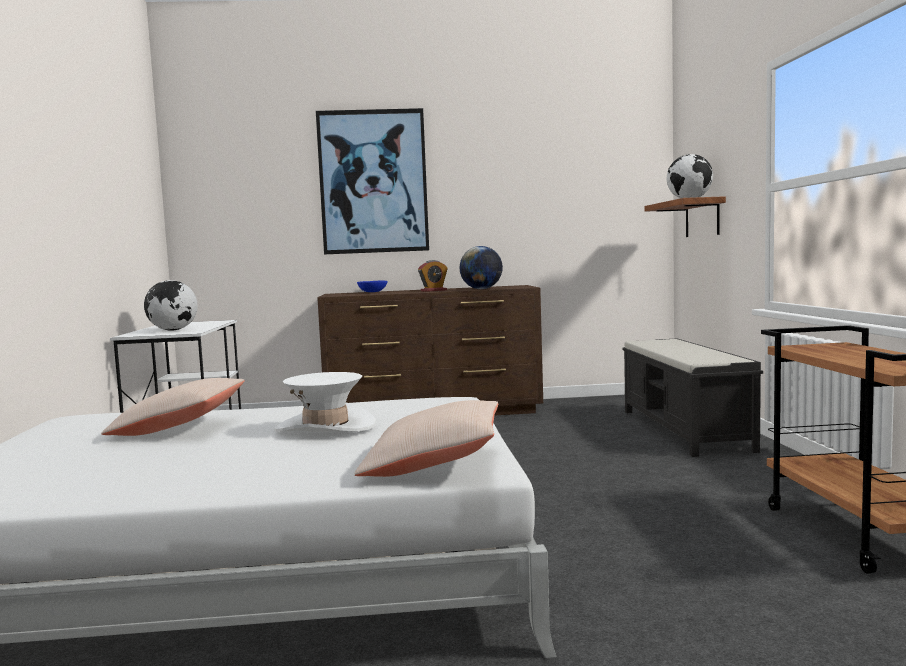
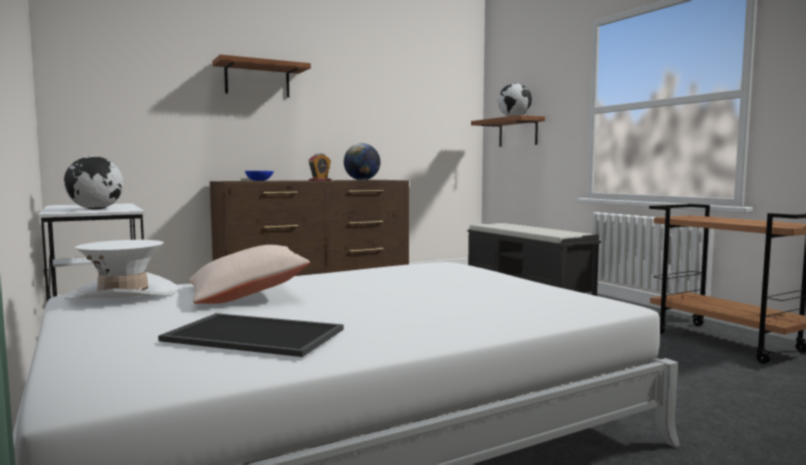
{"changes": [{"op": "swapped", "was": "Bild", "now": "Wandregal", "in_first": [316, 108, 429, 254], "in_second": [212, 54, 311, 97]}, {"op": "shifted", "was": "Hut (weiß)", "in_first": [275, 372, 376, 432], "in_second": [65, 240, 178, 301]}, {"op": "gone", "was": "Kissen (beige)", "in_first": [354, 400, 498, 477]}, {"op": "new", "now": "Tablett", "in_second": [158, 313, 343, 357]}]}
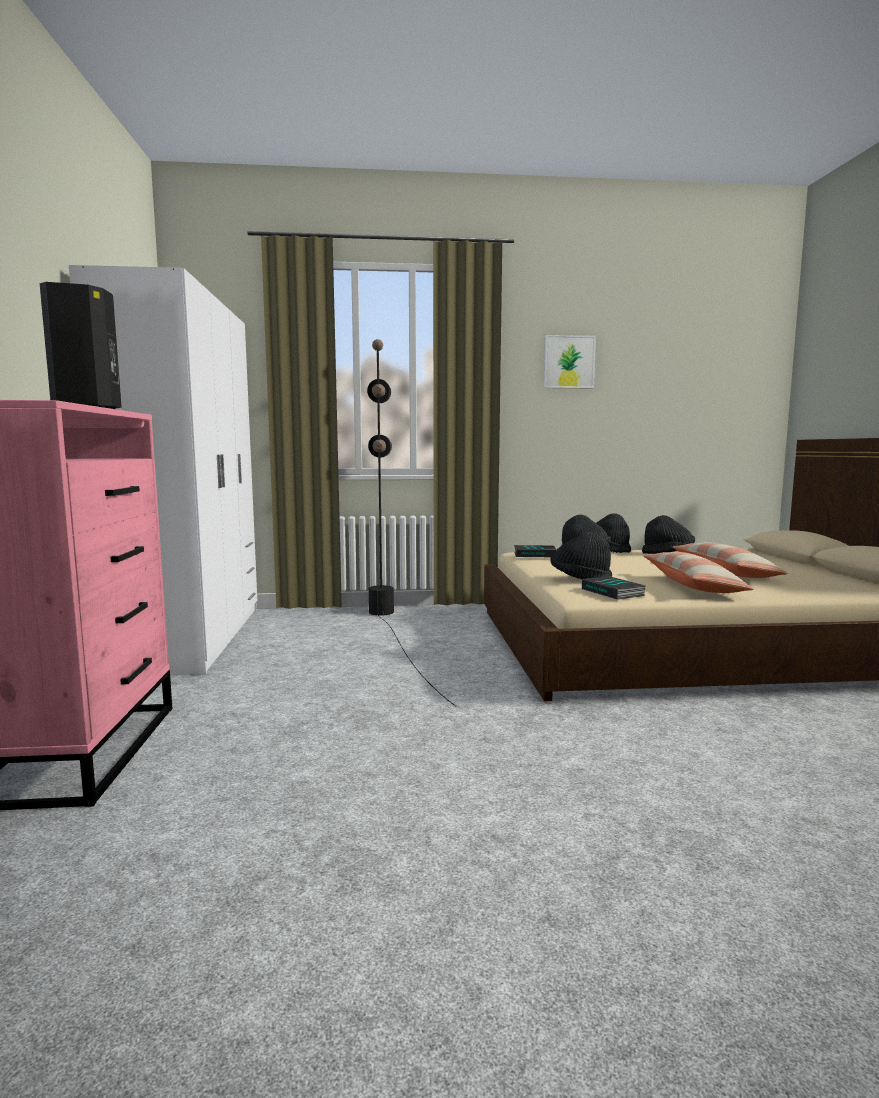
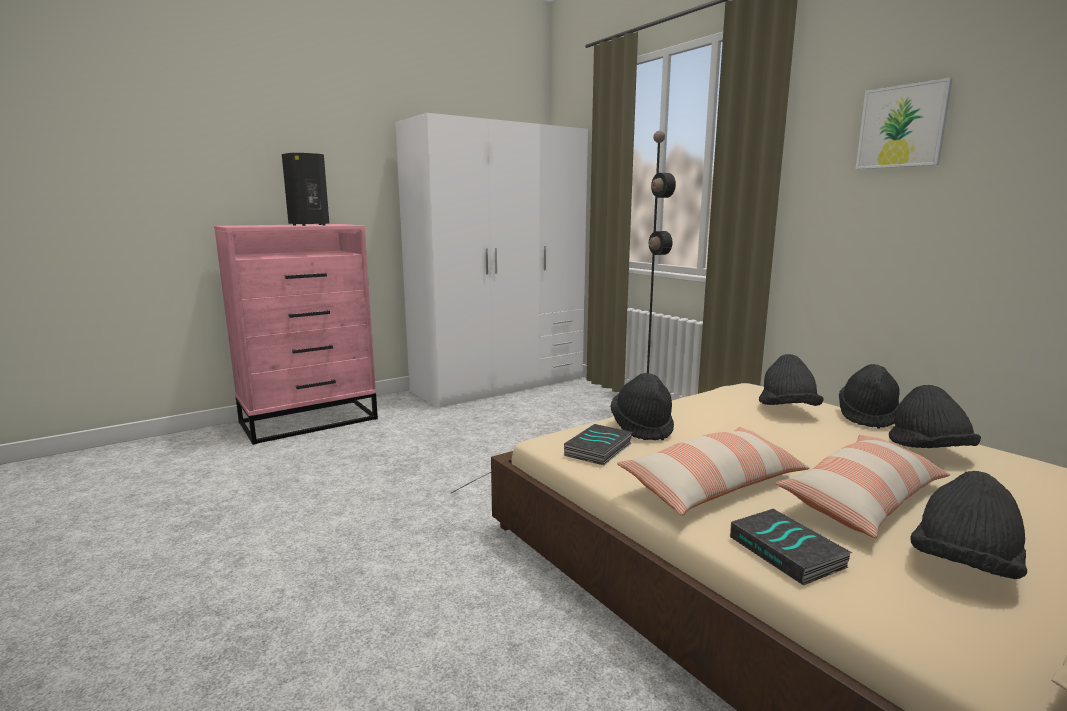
{"changes": [{"op": "shifted", "was": "Buch", "in_first": [514, 545, 556, 557], "in_second": [730, 509, 852, 586]}, {"op": "new", "now": "Hut (schwarz)", "in_second": [910, 471, 1027, 579]}]}
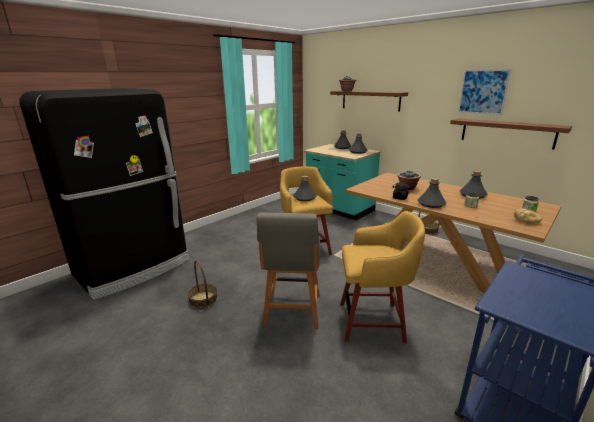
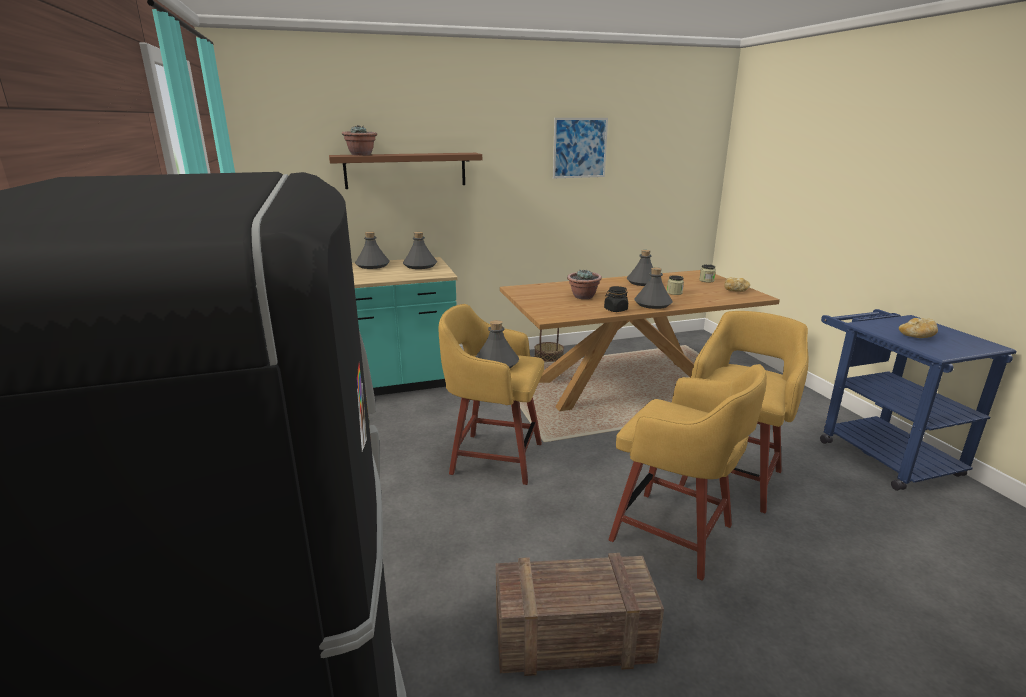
{"changes": [{"op": "gone", "was": "Wandregal (braun)", "in_first": [450, 118, 572, 149]}, {"op": "swapped", "was": "Stuhl (grau)", "now": "Hocker (gelb)", "in_first": [257, 213, 320, 329], "in_second": [608, 364, 767, 581]}, {"op": "swapped", "was": "Korb", "now": "Kiste", "in_first": [188, 260, 218, 309], "in_second": [496, 553, 664, 676]}, {"op": "new", "now": "Brot", "in_second": [899, 318, 938, 338]}]}
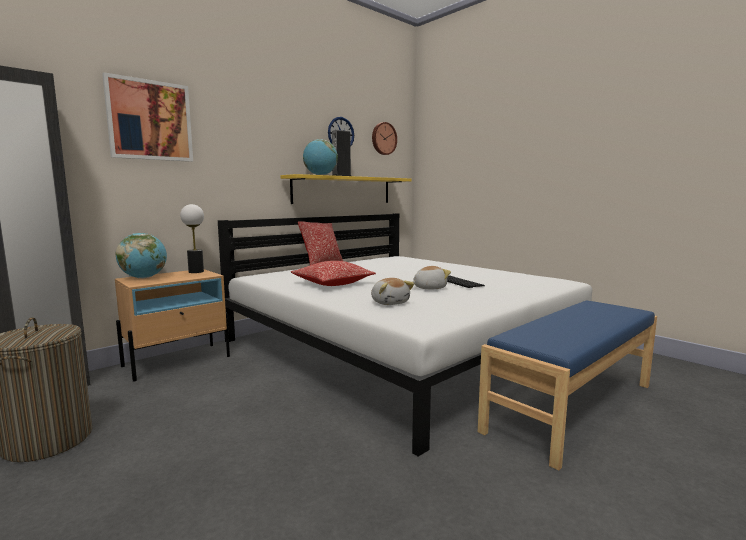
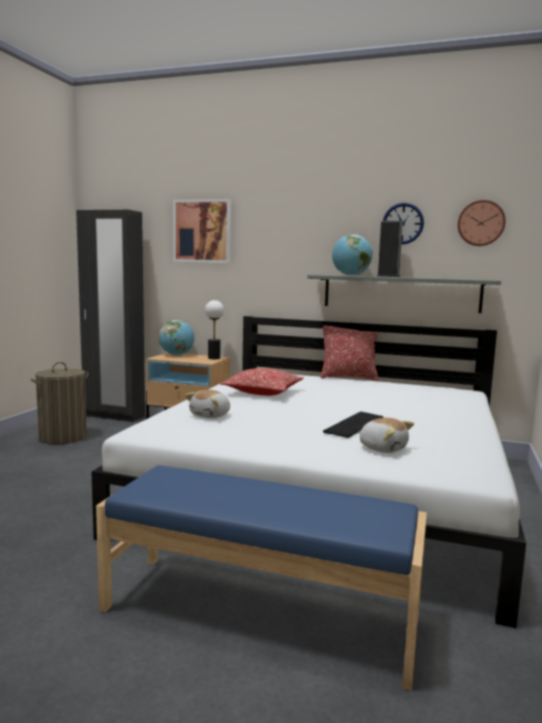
{"changes": [{"op": "repainted", "was": "Wandregal (gelb)", "now": "Wandregal (grau)", "in_first": [281, 174, 412, 204], "in_second": [307, 275, 501, 313]}, {"op": "shifted", "was": "Plüschtier", "in_first": [412, 266, 451, 289], "in_second": [358, 418, 414, 453]}]}
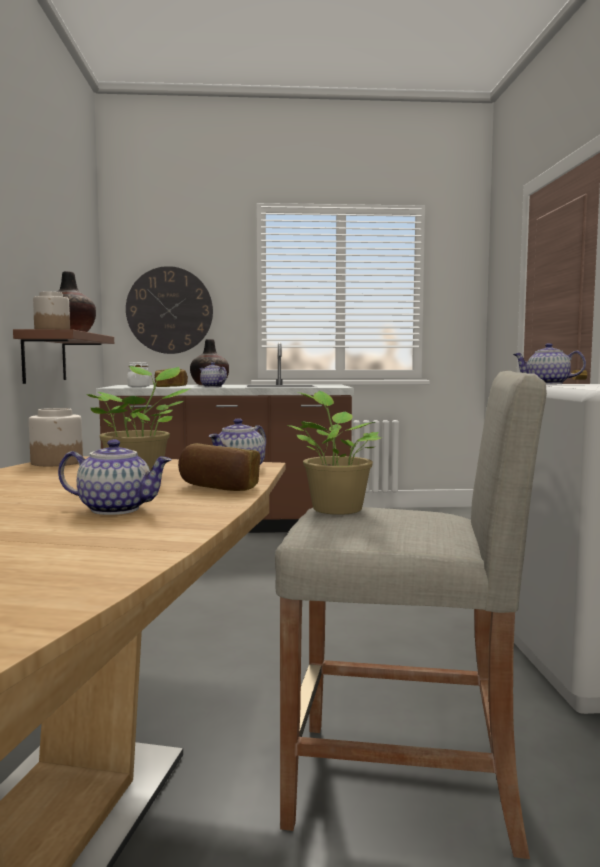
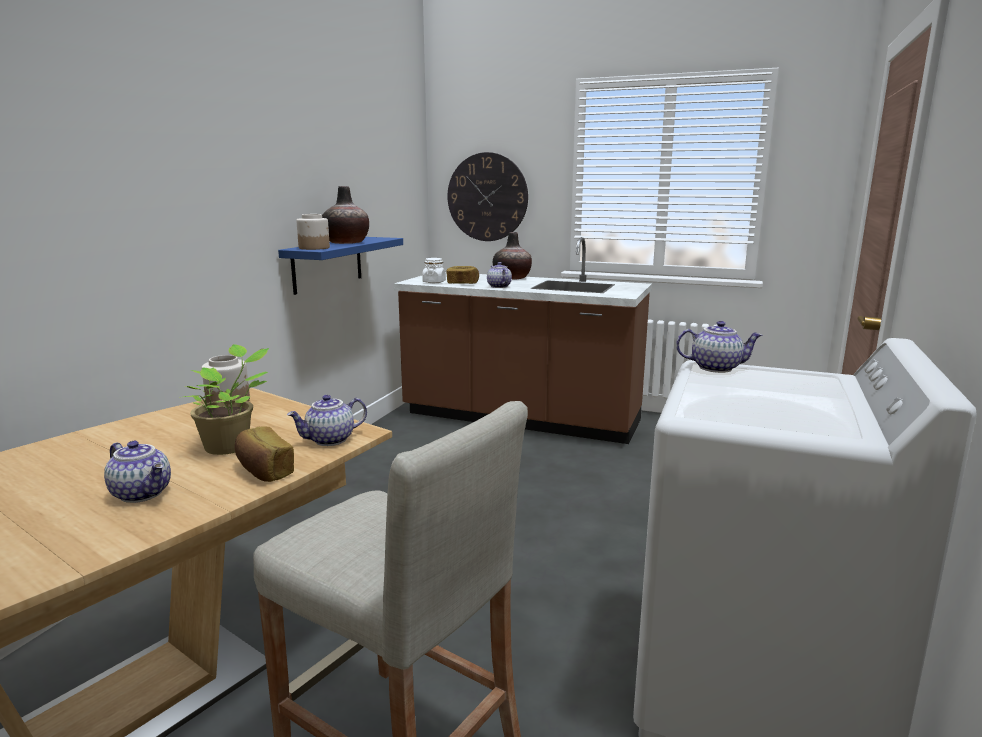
{"changes": [{"op": "repainted", "was": "Wandregal (braun)", "now": "Wandregal (blau)", "in_first": [13, 329, 114, 384], "in_second": [278, 237, 403, 295]}, {"op": "rotated", "was": "Teekanne", "in_first": [513, 343, 586, 385], "in_second": [676, 321, 763, 373], "clockwise": 135}, {"op": "gone", "was": "Topfpflanze", "in_first": [287, 391, 381, 515]}]}
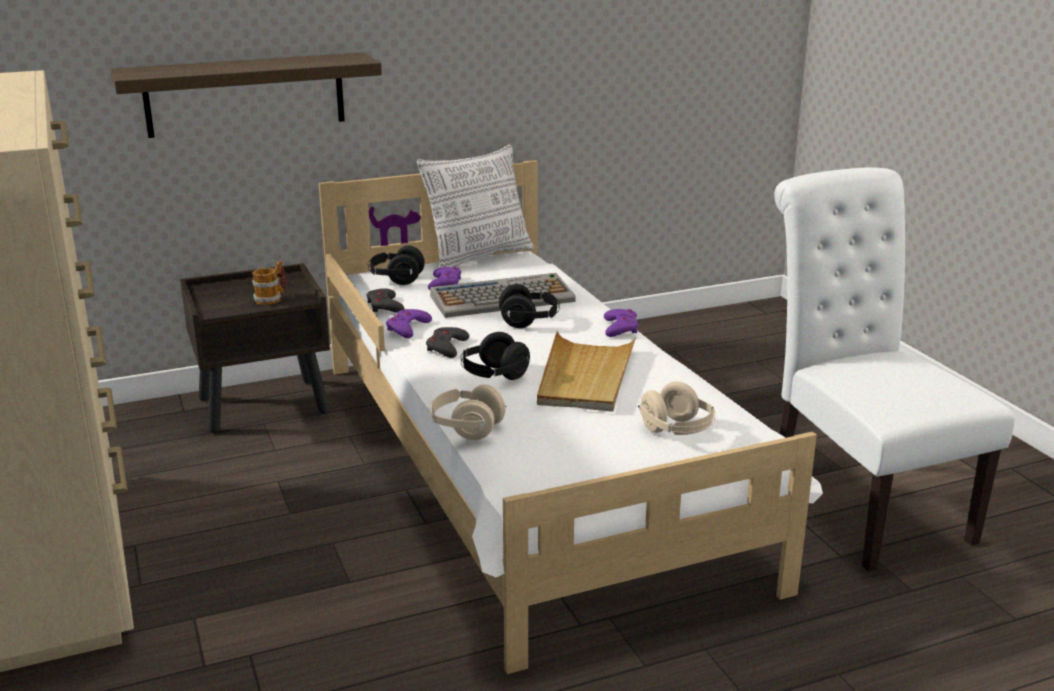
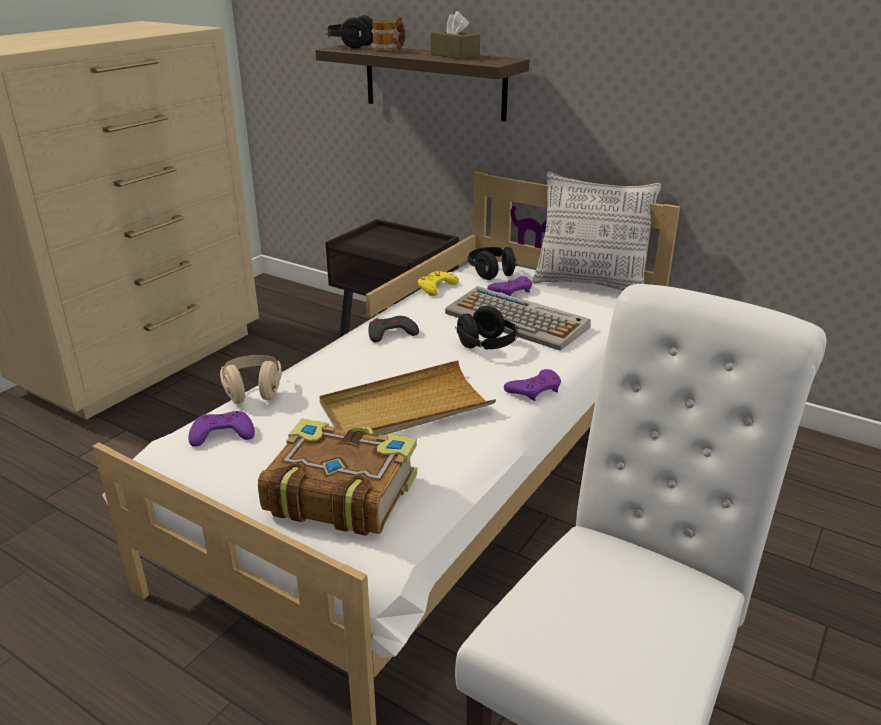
{"changes": [{"op": "shifted", "was": "Henkelbecher", "in_first": [252, 261, 287, 305], "in_second": [371, 16, 406, 52]}, {"op": "repainted", "was": "Gamepad (grau)", "now": "Gamepad (gelb)", "in_first": [367, 288, 404, 313], "in_second": [417, 271, 459, 296]}, {"op": "shifted", "was": "Gamepad (lila)", "in_first": [386, 309, 432, 338], "in_second": [188, 411, 255, 447]}, {"op": "shifted", "was": "Kopfhörer (schwarz)", "in_first": [460, 332, 530, 380], "in_second": [326, 15, 373, 48]}, {"op": "swapped", "was": "Kopfhörer (beige)", "now": "Buch", "in_first": [638, 381, 715, 435], "in_second": [258, 419, 417, 536]}, {"op": "new", "now": "Taschentuchbox (braun)", "in_second": [431, 11, 480, 60]}]}
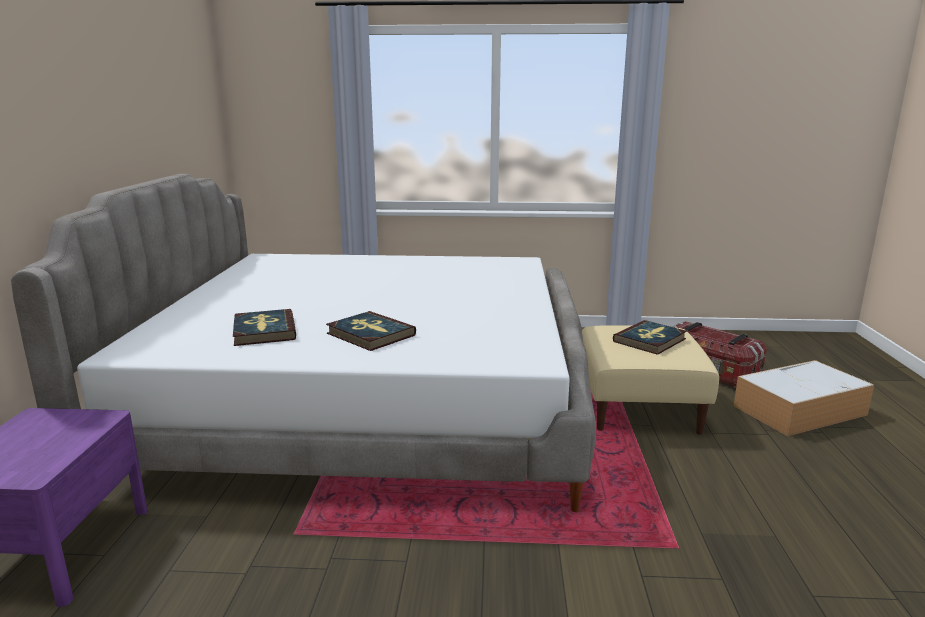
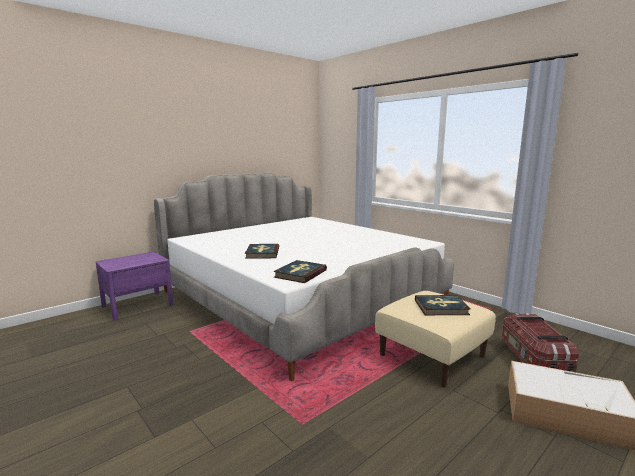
{"changes": [{"op": "shifted", "was": "Buch", "in_first": [233, 309, 296, 346], "in_second": [274, 260, 327, 283]}]}
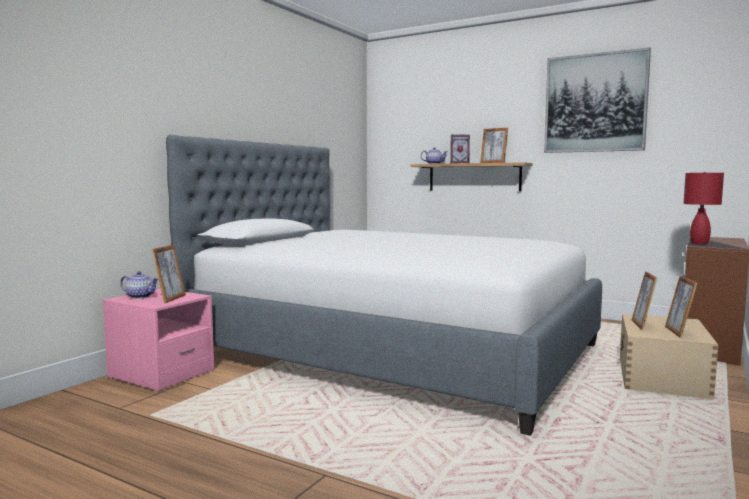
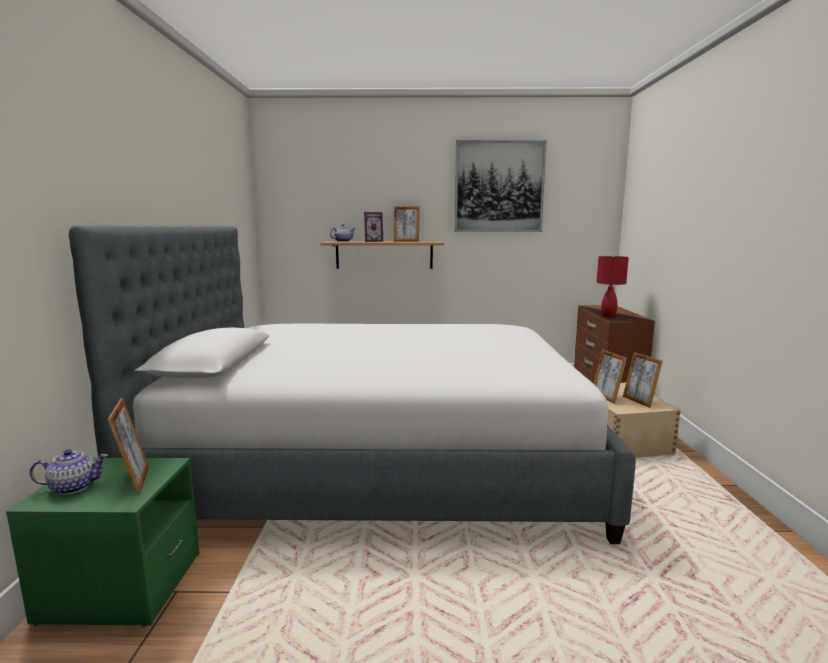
{"changes": [{"op": "repainted", "was": "Nachttisch (rosa)", "now": "Nachttisch (grün)", "in_first": [103, 288, 214, 392], "in_second": [6, 458, 200, 628]}]}
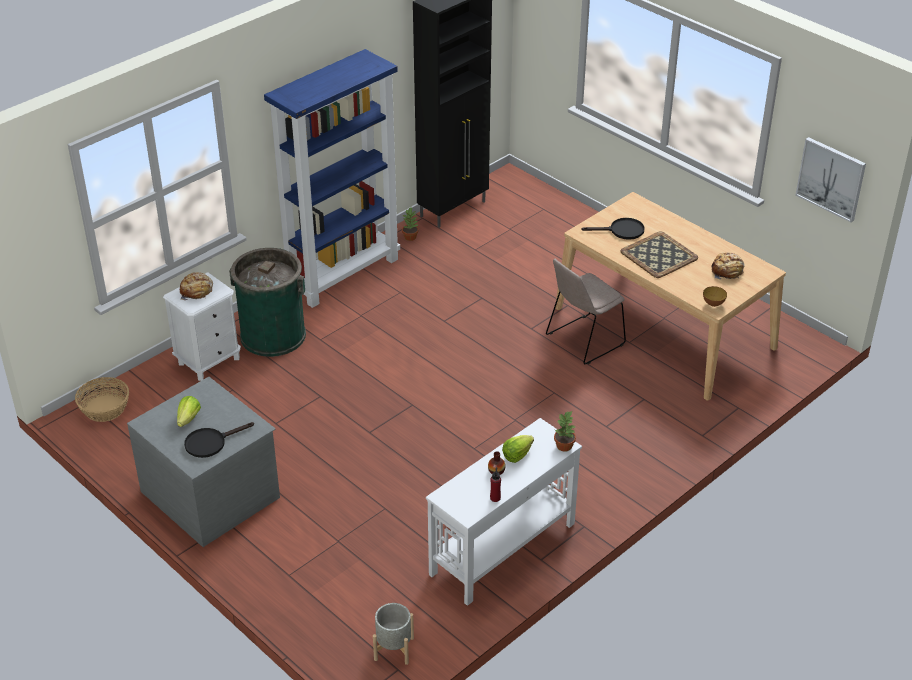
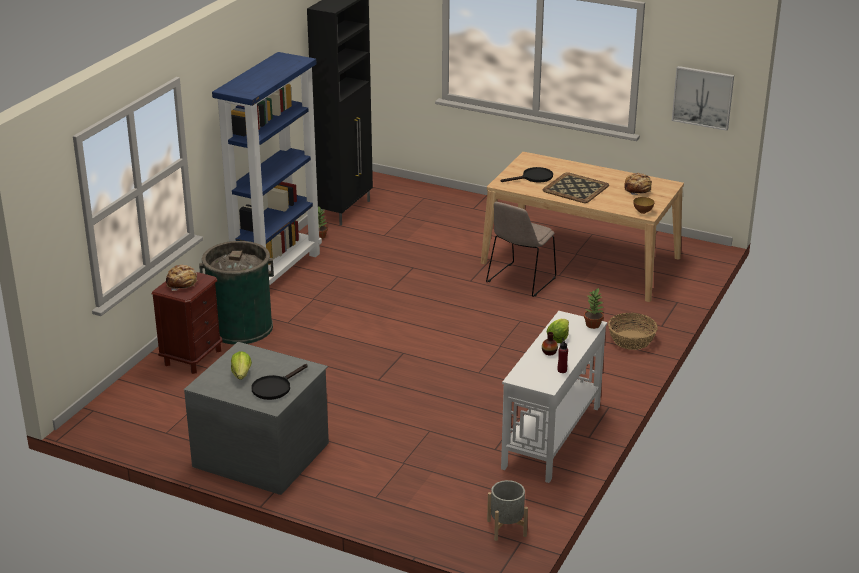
{"changes": [{"op": "repainted", "was": "Nachttisch (weiß)", "now": "Nachttisch (braun)", "in_first": [163, 272, 241, 381], "in_second": [152, 272, 223, 374]}, {"op": "shifted", "was": "Korb", "in_first": [75, 377, 129, 422], "in_second": [608, 313, 658, 350]}]}
